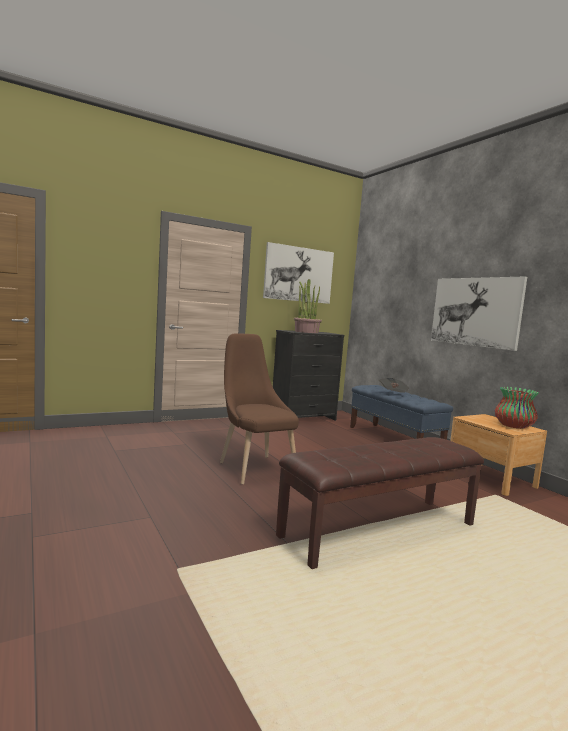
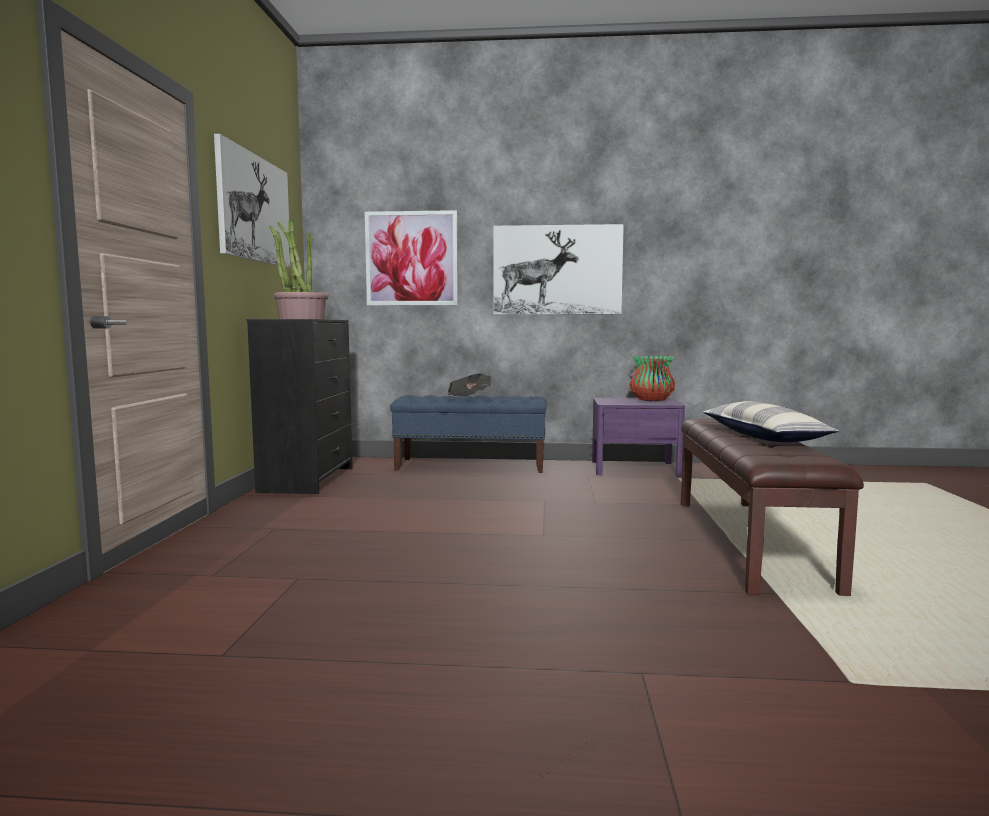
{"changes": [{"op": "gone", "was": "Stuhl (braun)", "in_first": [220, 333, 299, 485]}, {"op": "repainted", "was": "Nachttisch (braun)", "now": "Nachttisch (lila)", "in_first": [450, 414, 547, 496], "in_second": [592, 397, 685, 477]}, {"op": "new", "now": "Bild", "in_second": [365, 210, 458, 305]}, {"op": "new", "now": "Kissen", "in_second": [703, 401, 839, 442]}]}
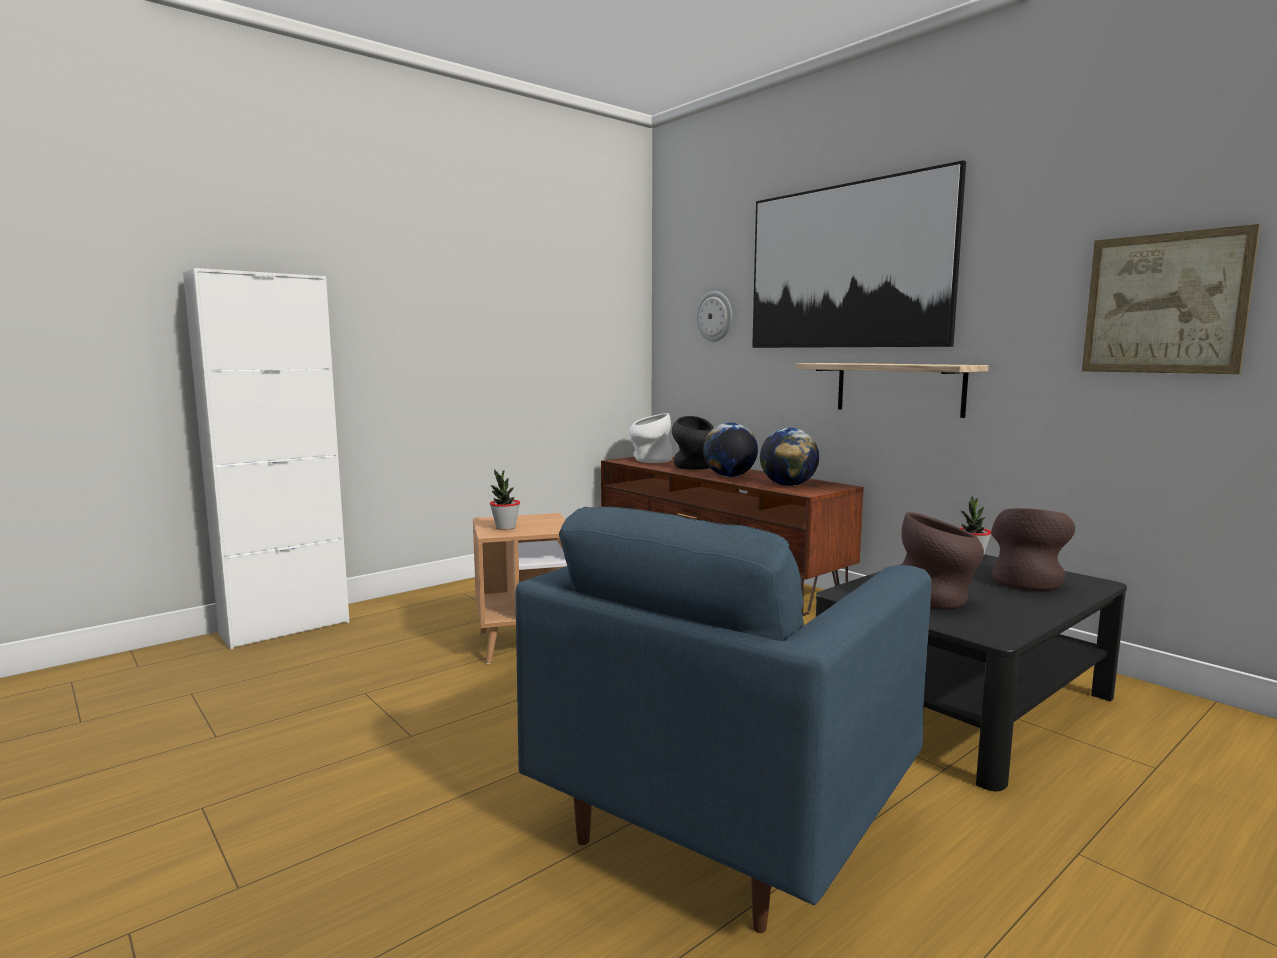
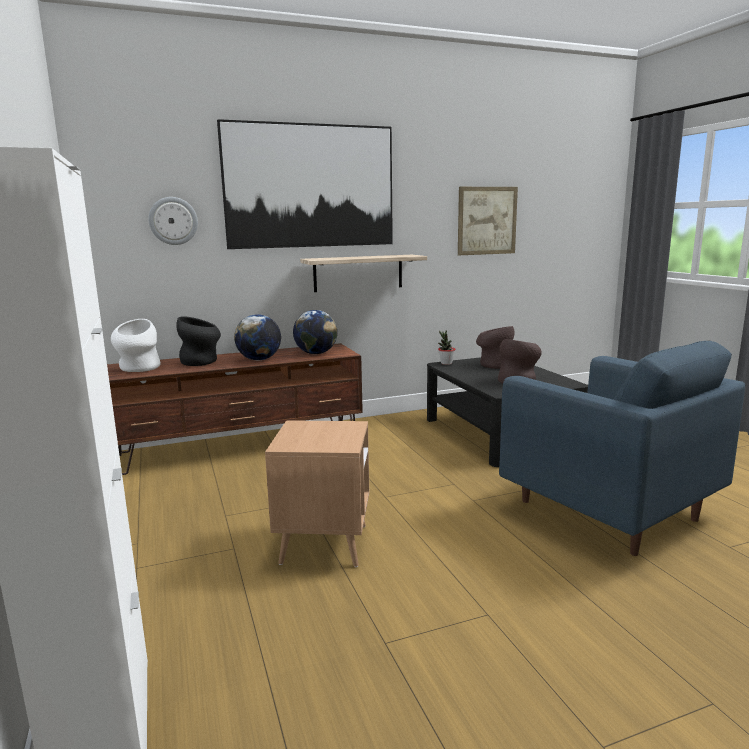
{"changes": [{"op": "gone", "was": "Topfpflanze", "in_first": [490, 469, 520, 530]}]}
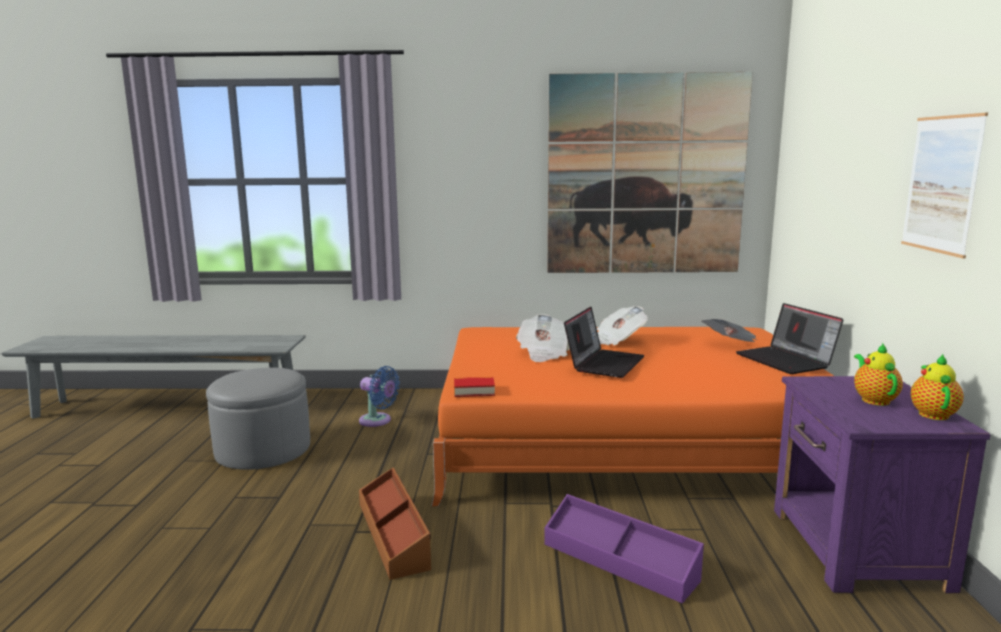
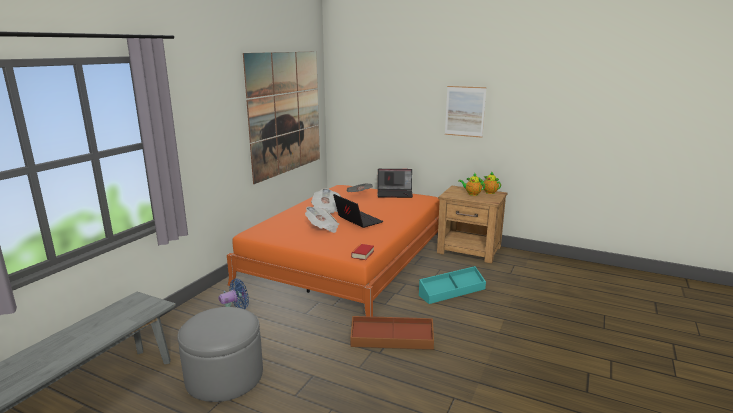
{"changes": [{"op": "repainted", "was": "Nachttisch (lila)", "now": "Nachttisch (braun)", "in_first": [774, 376, 990, 593], "in_second": [437, 186, 507, 264]}, {"op": "repainted", "was": "Aufbewahrungsbox (lila)", "now": "Aufbewahrungsbox (türkis)", "in_first": [544, 494, 704, 604], "in_second": [419, 266, 486, 304]}]}
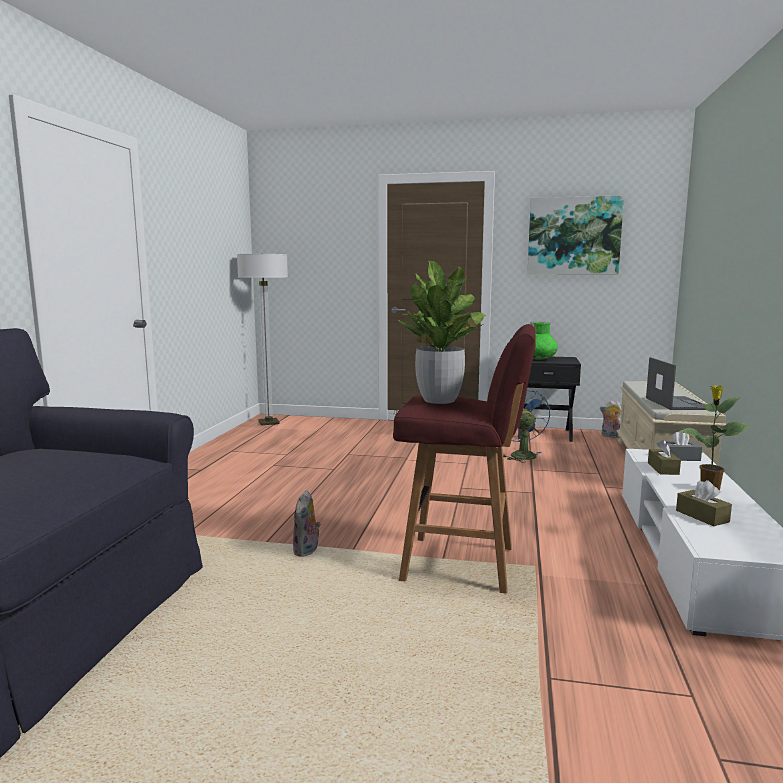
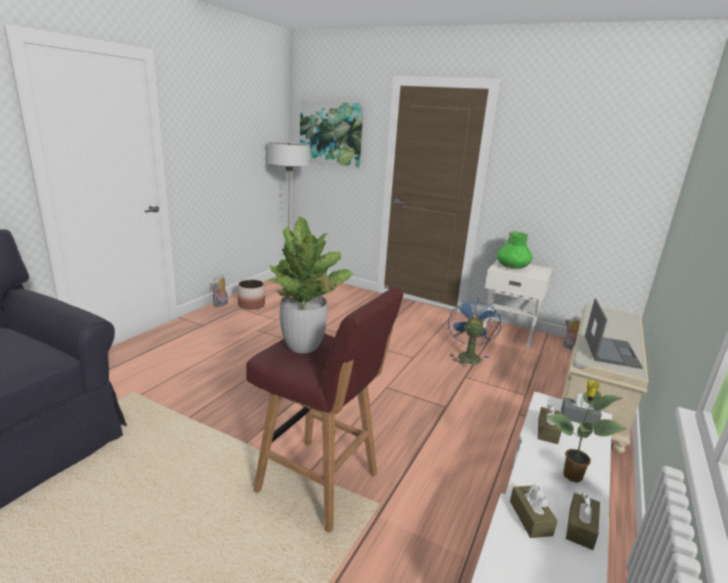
{"changes": [{"op": "shifted", "was": "Bild", "in_first": [527, 195, 624, 275], "in_second": [300, 100, 364, 169]}, {"op": "repainted", "was": "Nachttisch (schwarz)", "now": "Nachttisch (weiß)", "in_first": [518, 357, 581, 442], "in_second": [483, 259, 553, 348]}, {"op": "shifted", "was": "Plüschtier", "in_first": [293, 490, 321, 557], "in_second": [212, 275, 228, 307]}, {"op": "new", "now": "Pflanzkübel", "in_second": [238, 280, 265, 310]}, {"op": "new", "now": "Taschentuchbox (braun)", "in_second": [566, 493, 600, 550]}]}
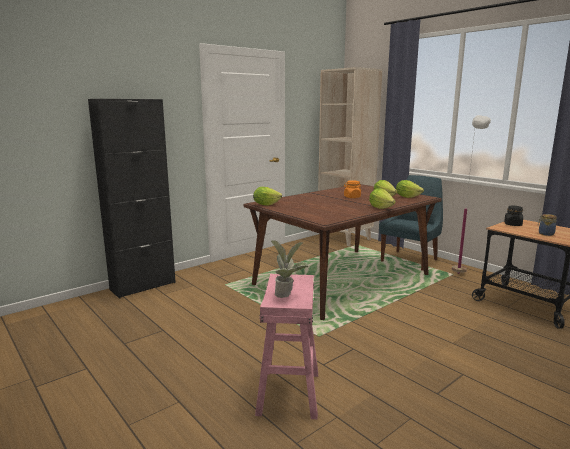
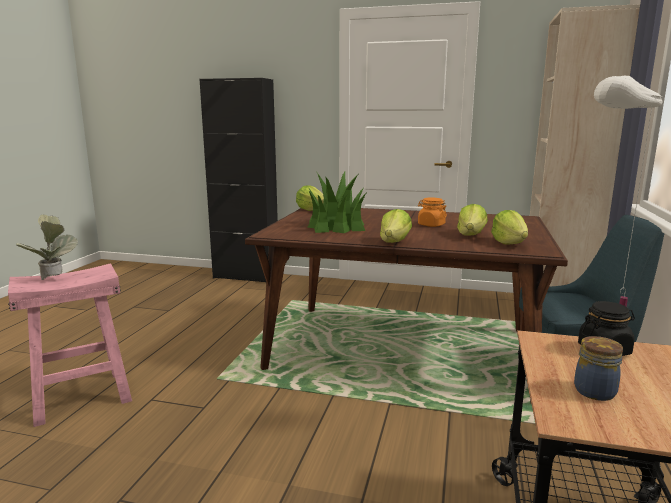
{"changes": [{"op": "new", "now": "Topfpflanze", "in_second": [307, 171, 366, 233]}]}
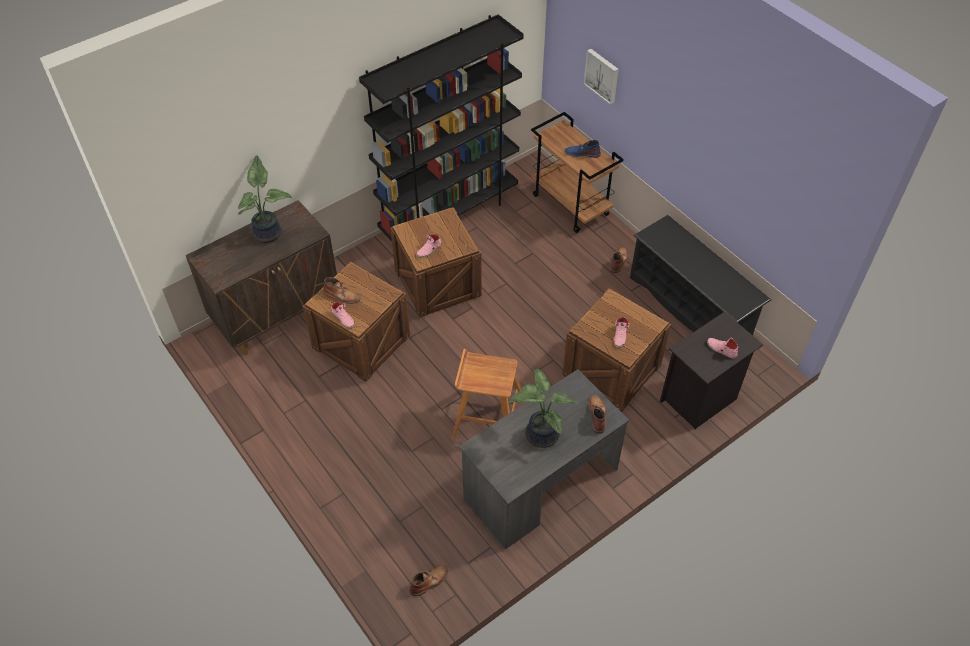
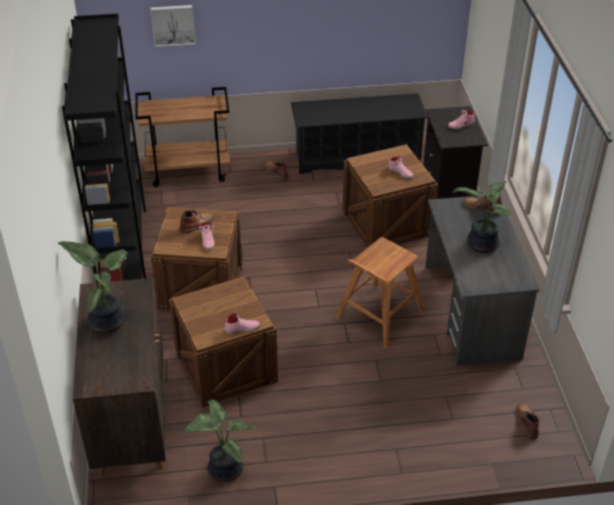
{"changes": [{"op": "gone", "was": "Stiefel (blau)", "in_first": [565, 140, 601, 158]}, {"op": "shifted", "was": "Stiefel (braun)", "in_first": [323, 277, 361, 304], "in_second": [179, 209, 215, 233]}, {"op": "new", "now": "Topfpflanze", "in_second": [182, 399, 255, 482]}]}
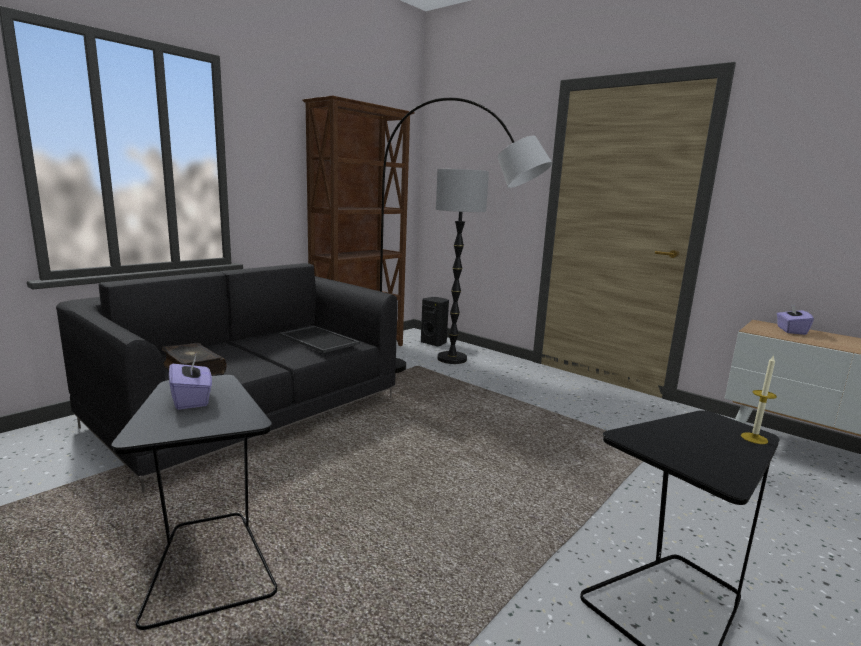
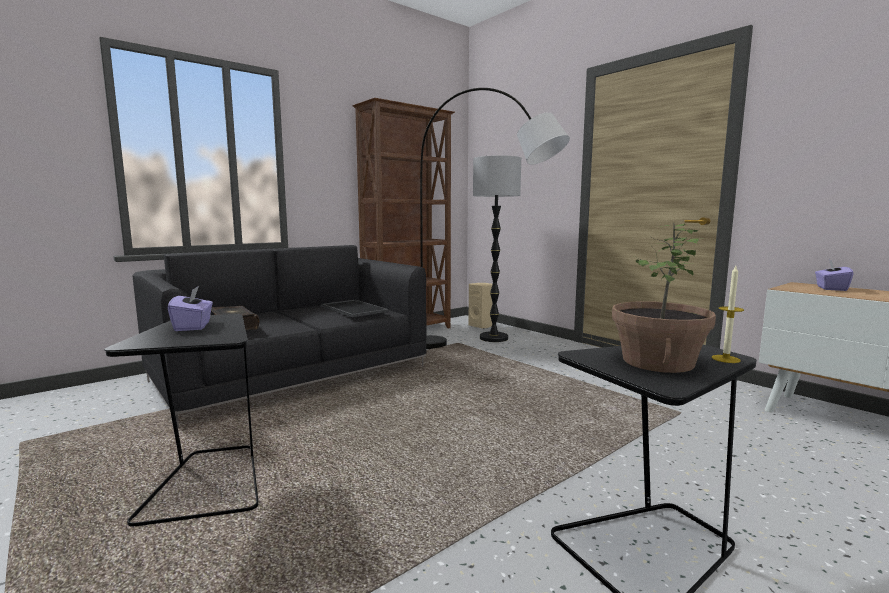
{"changes": [{"op": "repainted", "was": "Lautsprecher (schwarz)", "now": "Lautsprecher (beige)", "in_first": [421, 297, 449, 347], "in_second": [468, 283, 493, 329]}, {"op": "new", "now": "Topfpflanze", "in_second": [612, 224, 716, 373]}]}
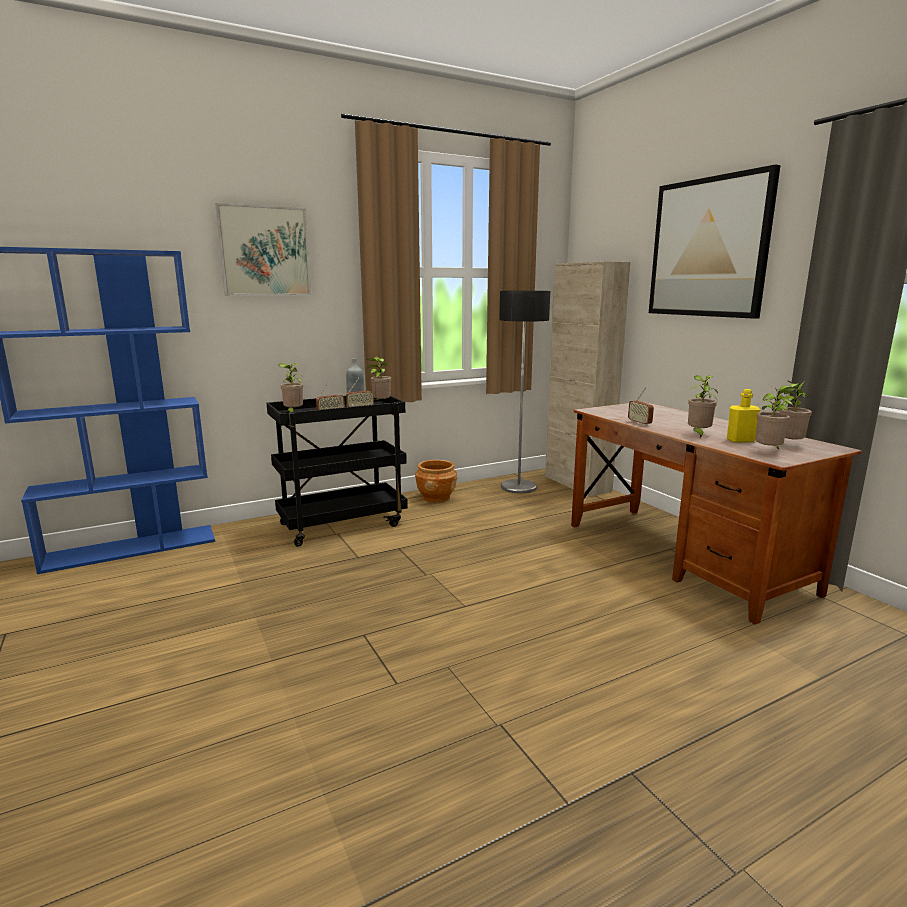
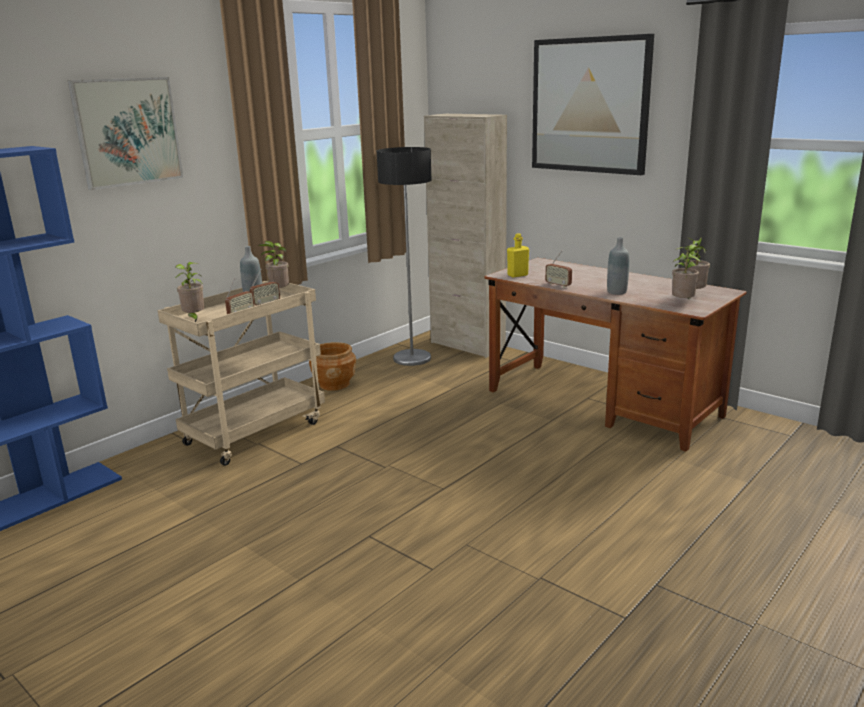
{"changes": [{"op": "swapped", "was": "Topfpflanze", "now": "Flasche (grau)", "in_first": [688, 375, 718, 438], "in_second": [607, 237, 629, 295]}, {"op": "shifted", "was": "Flasche (gelb)", "in_first": [727, 389, 760, 443], "in_second": [507, 233, 529, 277]}, {"op": "repainted", "was": "Rollwagen (schwarz)", "now": "Rollwagen (beige)", "in_first": [267, 396, 408, 547], "in_second": [157, 281, 325, 466]}]}
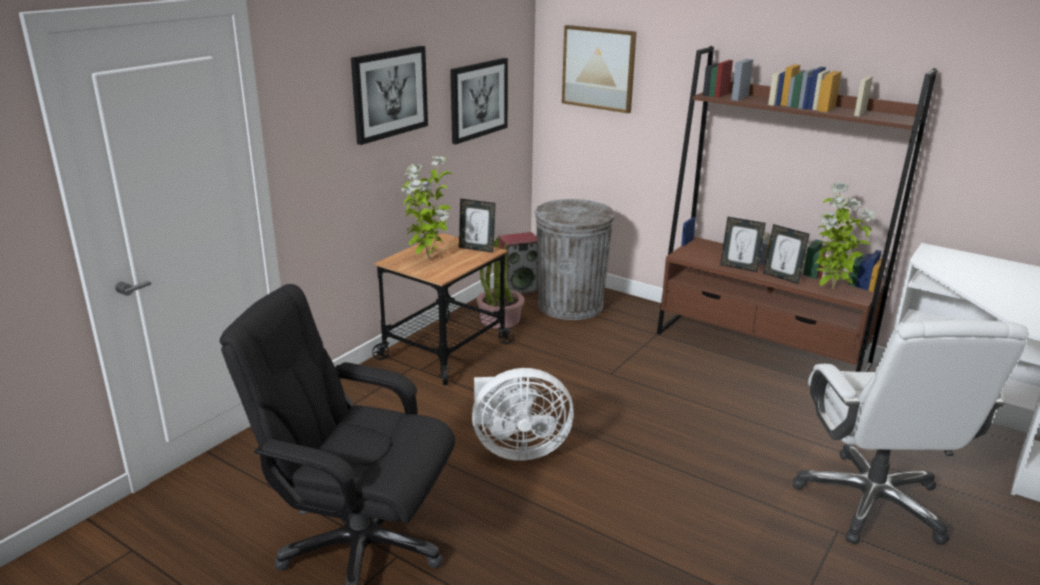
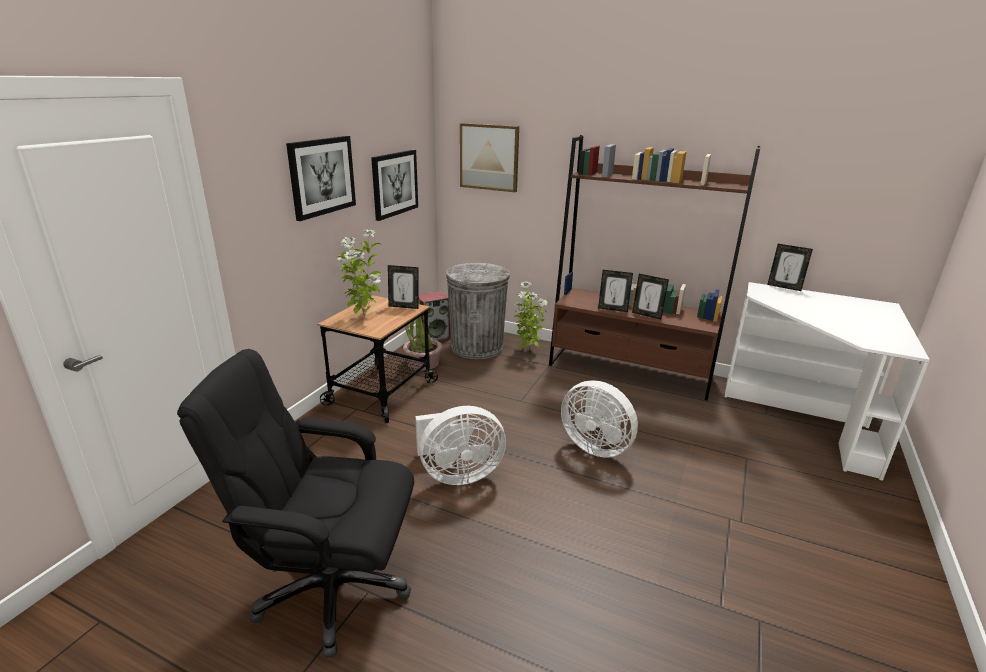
{"changes": [{"op": "shifted", "was": "Topfpflanze", "in_first": [815, 182, 877, 289], "in_second": [514, 281, 547, 351]}, {"op": "gone", "was": "Bürostuhl (weiß)", "in_first": [793, 319, 1028, 545]}, {"op": "new", "now": "Bilderrahmen", "in_second": [767, 244, 813, 291]}, {"op": "new", "now": "Ventilator (weiß)", "in_second": [561, 380, 638, 457]}]}
